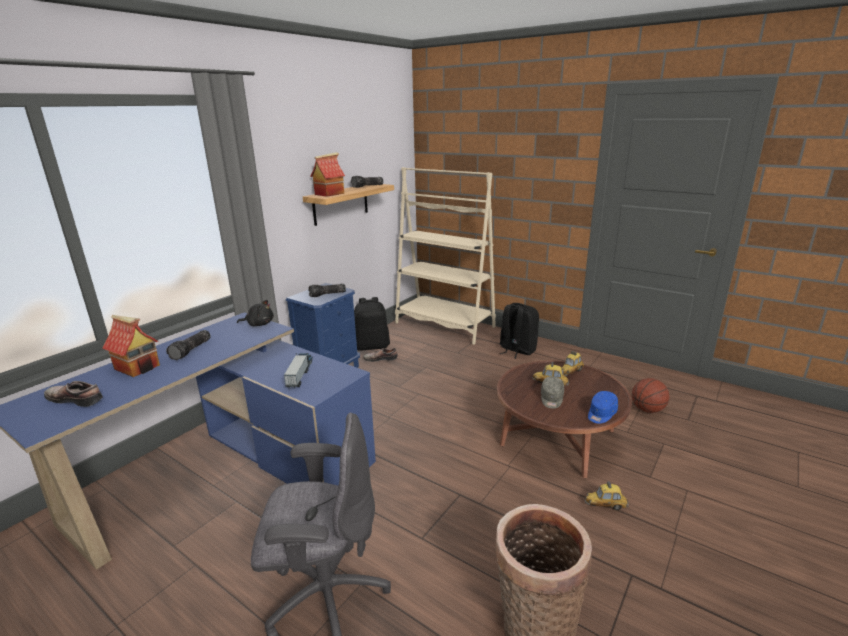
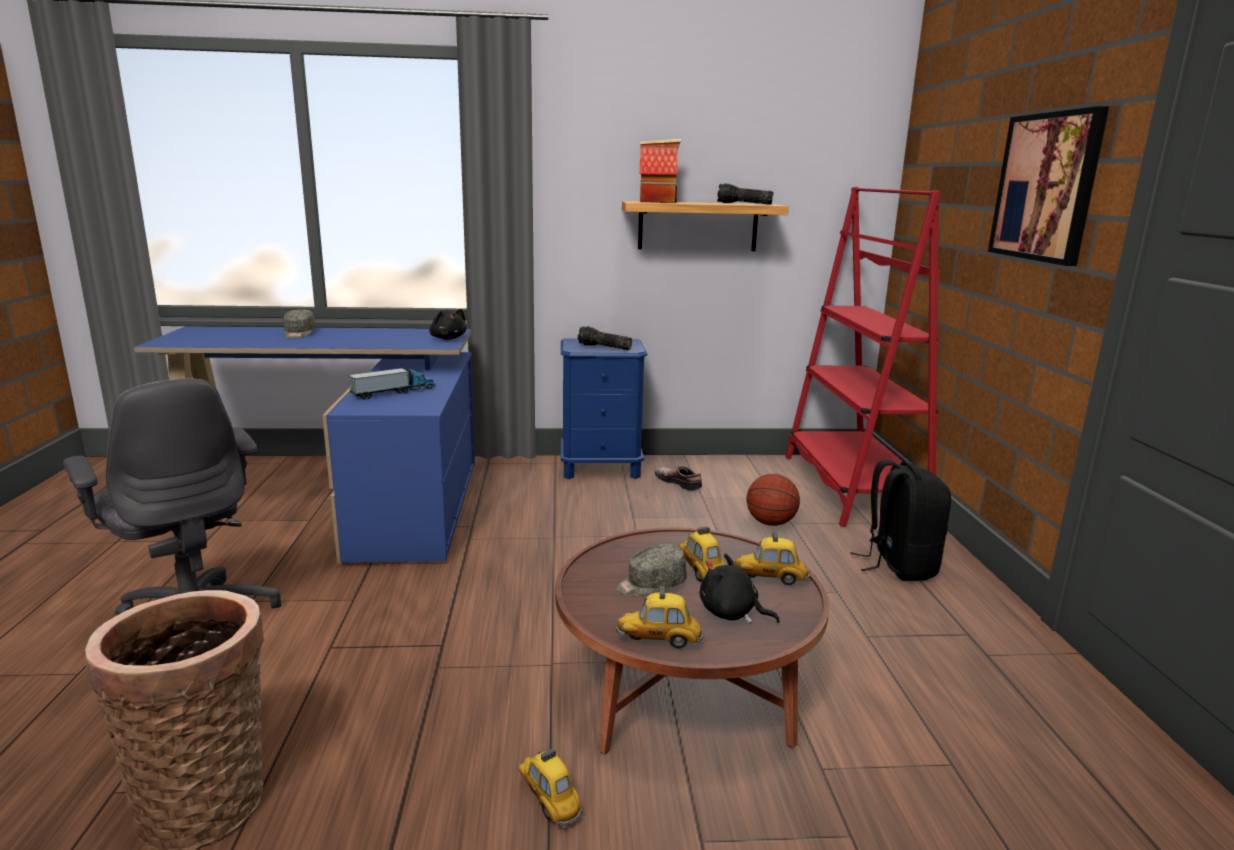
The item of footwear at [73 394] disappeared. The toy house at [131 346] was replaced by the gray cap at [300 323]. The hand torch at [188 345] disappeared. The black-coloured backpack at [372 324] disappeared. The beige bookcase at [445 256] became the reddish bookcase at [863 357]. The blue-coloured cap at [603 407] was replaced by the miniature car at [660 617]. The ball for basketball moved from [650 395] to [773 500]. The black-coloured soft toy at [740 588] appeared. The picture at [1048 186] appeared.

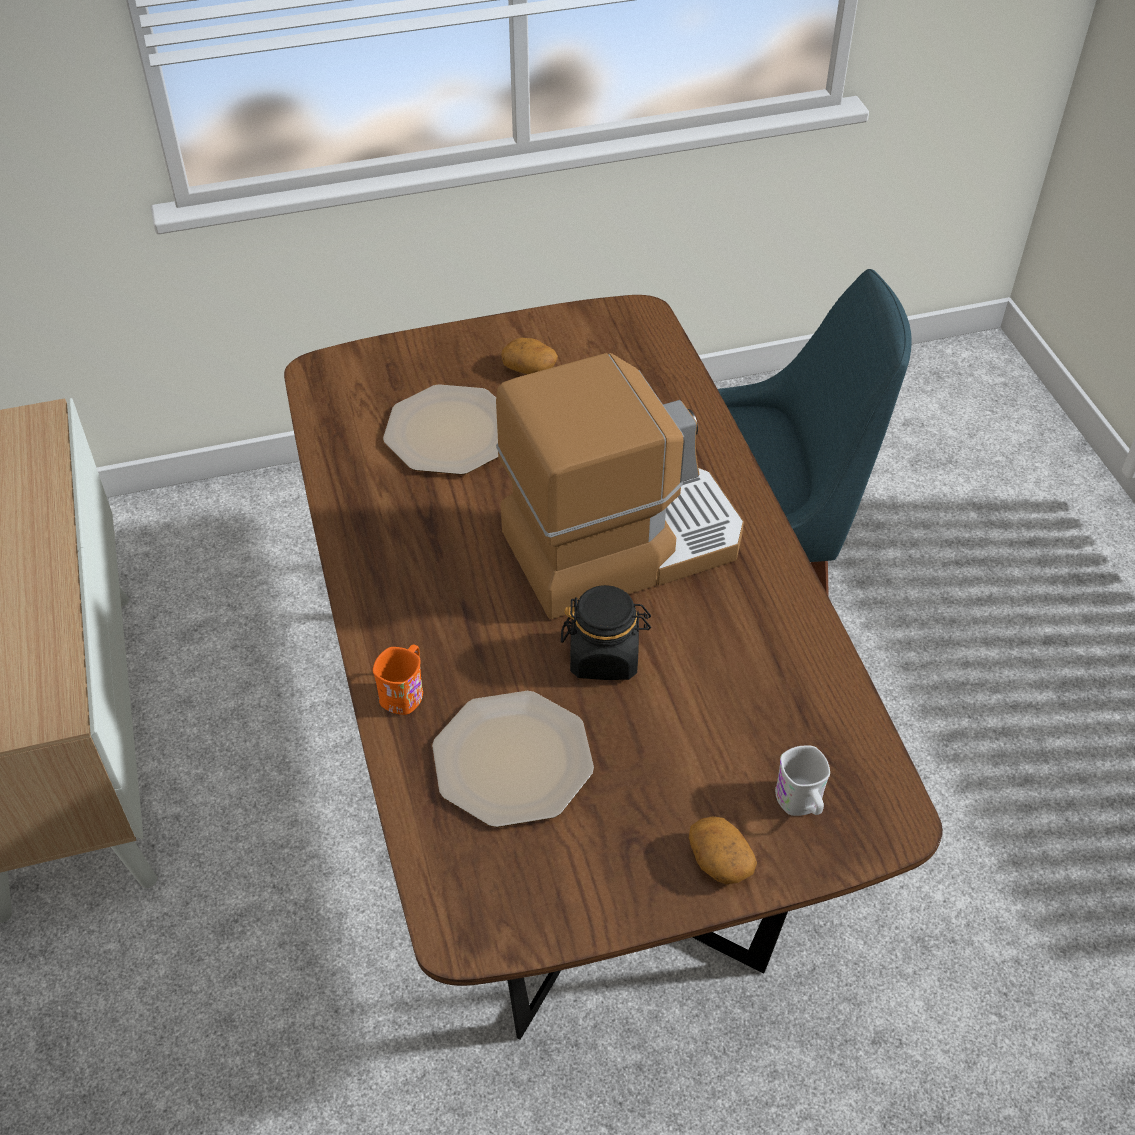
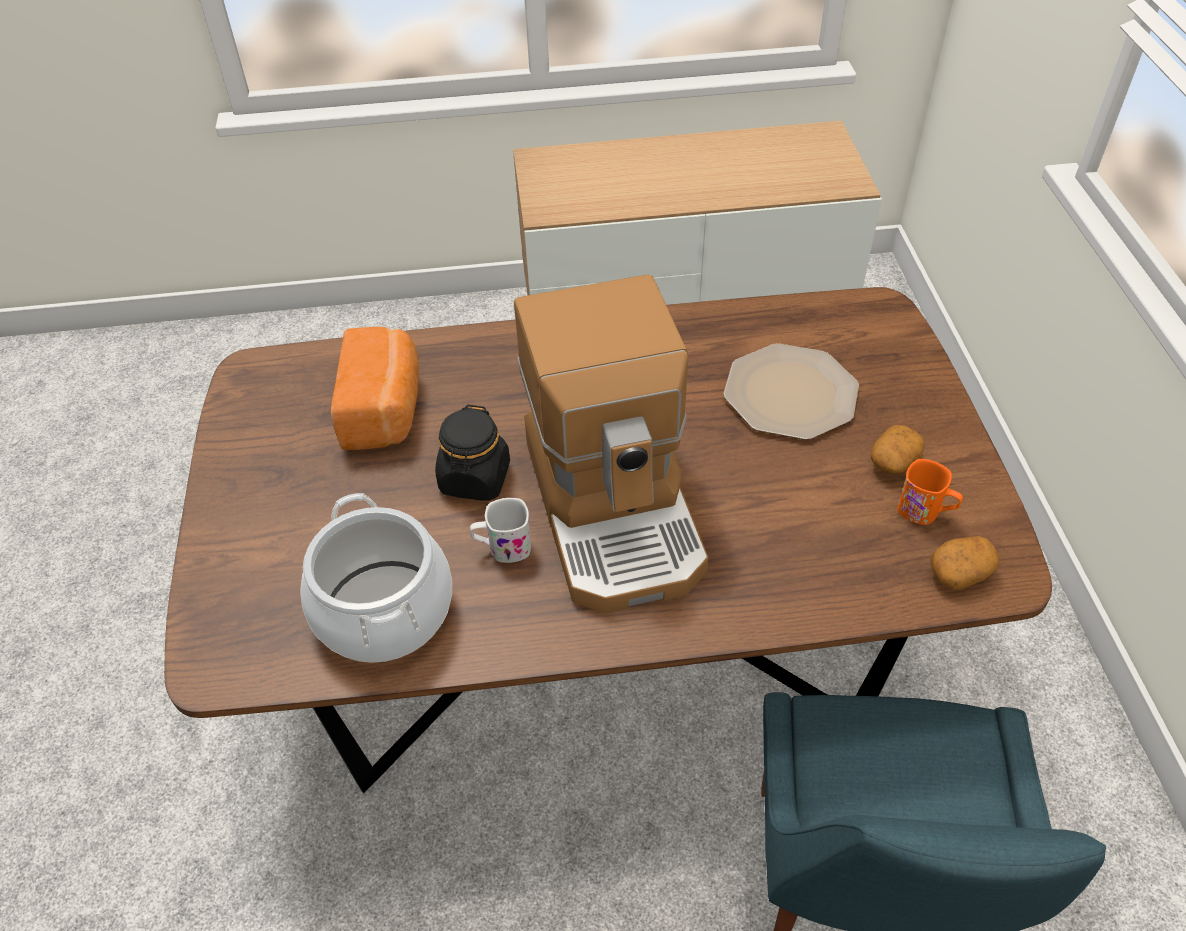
The orange tea mug moved from [398 679] to [930 492]. The flat dish at [513 759] was replaced by the baked bread at [375 388]. The spud moved from [723 850] to [964 563]. The white tea mug moved from [802 780] to [500 530]. The stockpot at [376 578] appeared.

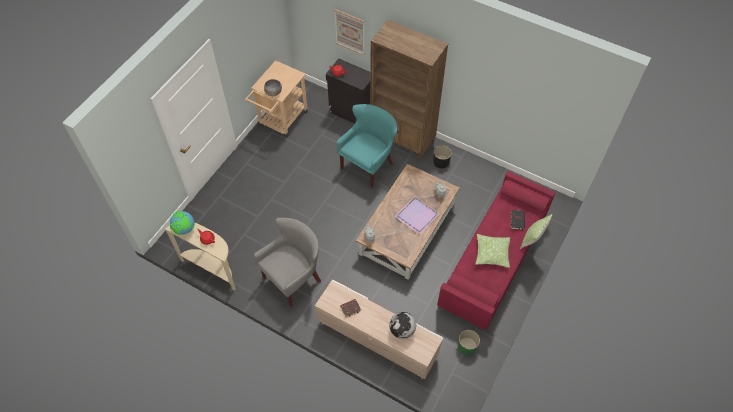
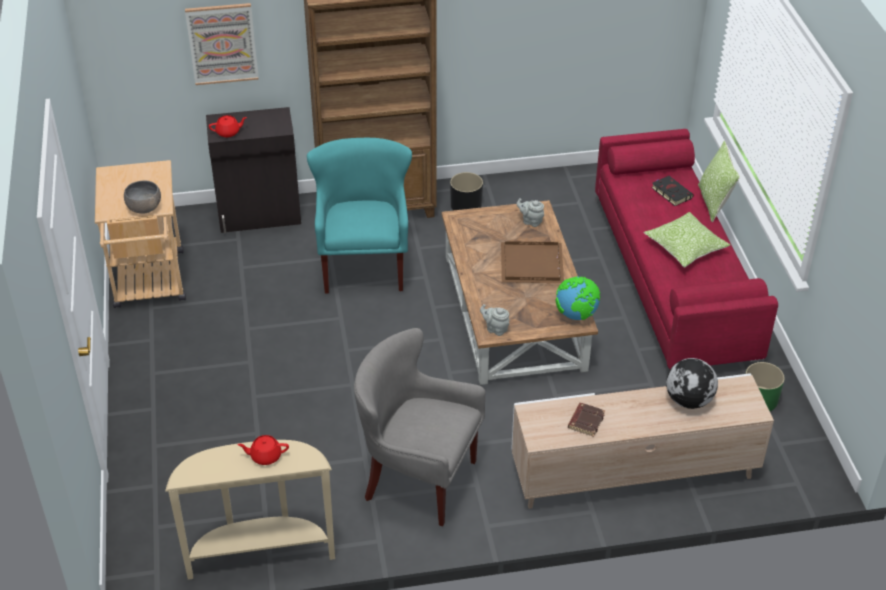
The desk globe moved from [182 223] to [577 298]. The gray easy chair at [287 262] turned 75 degrees counterclockwise. The purple serving tray at [417 215] became the brownish serving tray at [532 262].

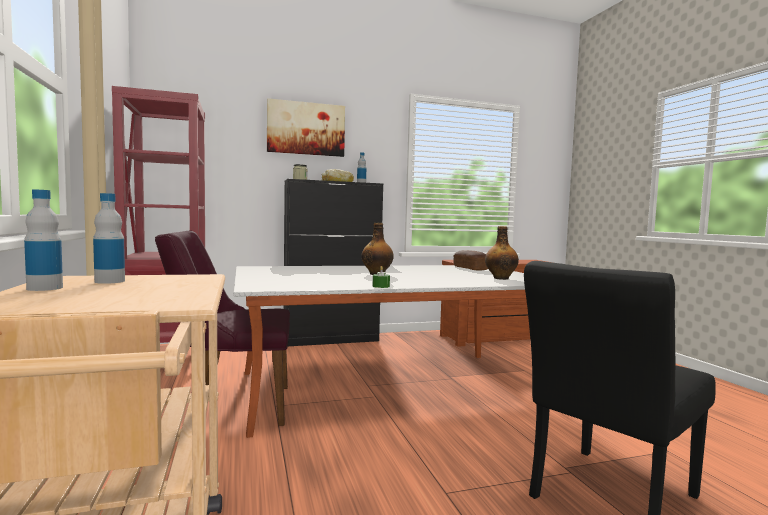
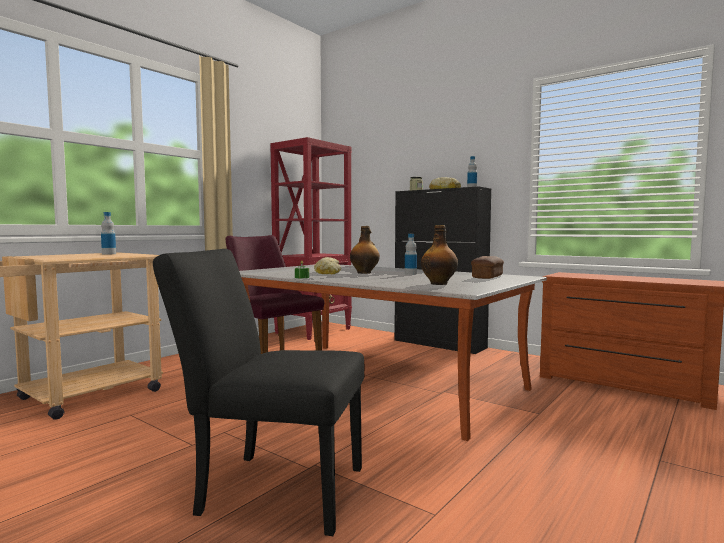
The beverage bottle moved from [43 240] to [411 254]. The picture at [306 127] disappeared. The baked bread at [327 265] appeared.

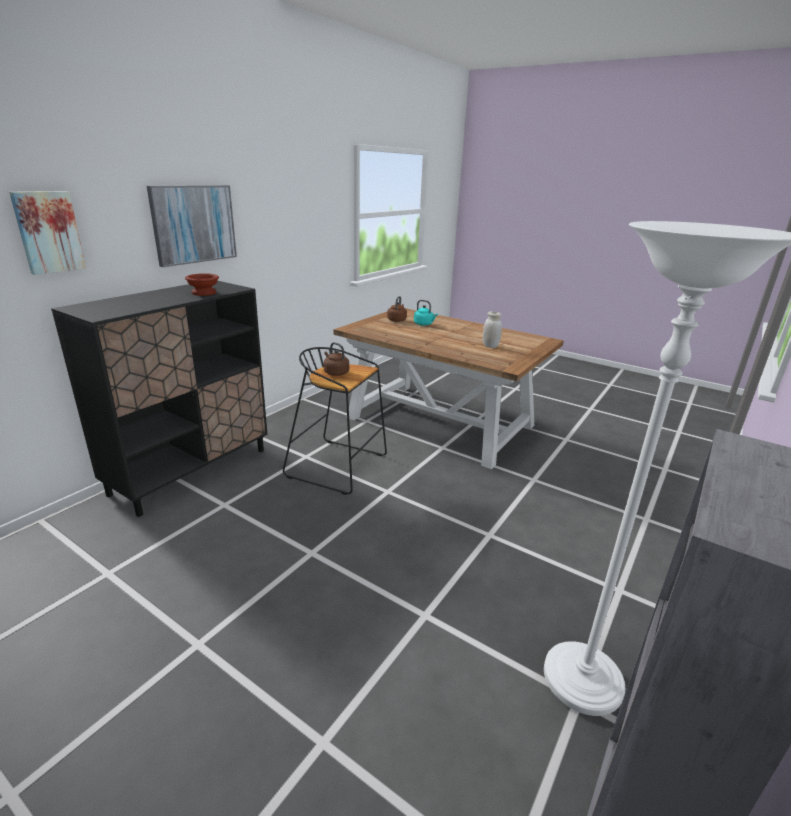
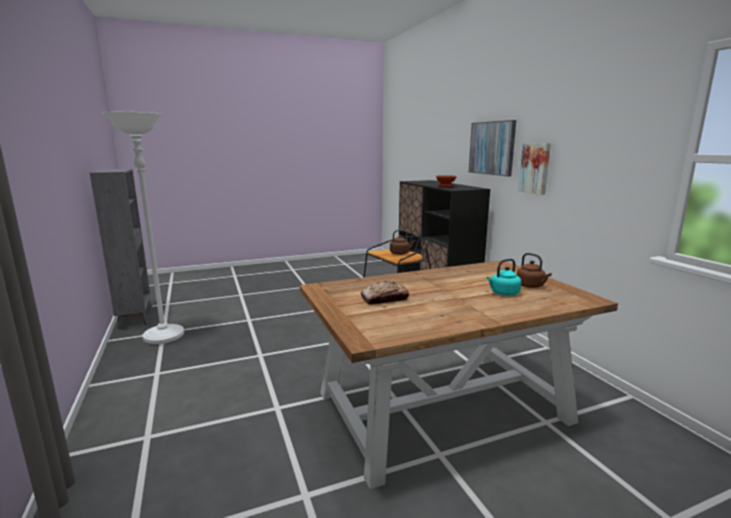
The picture moved from [47 233] to [534 169]. The white storage jar at [492 329] was replaced by the baked bread at [385 293].

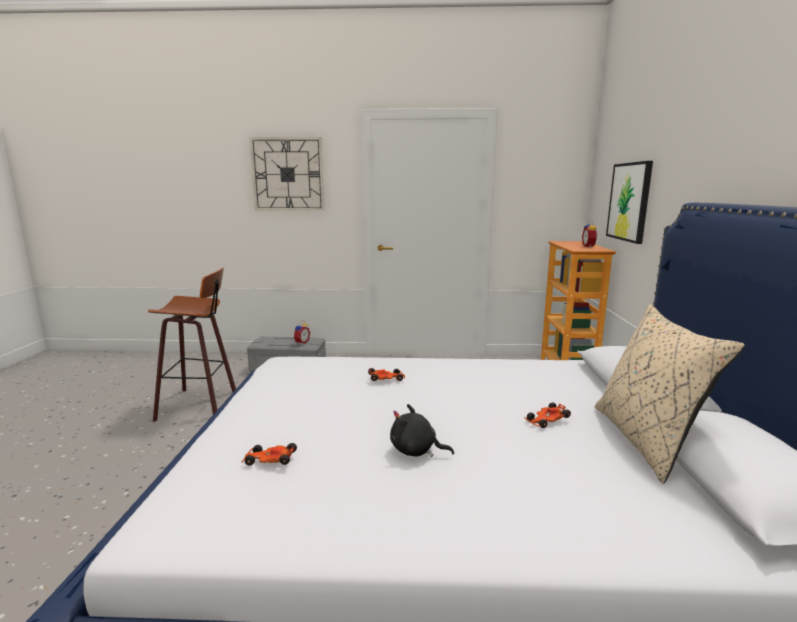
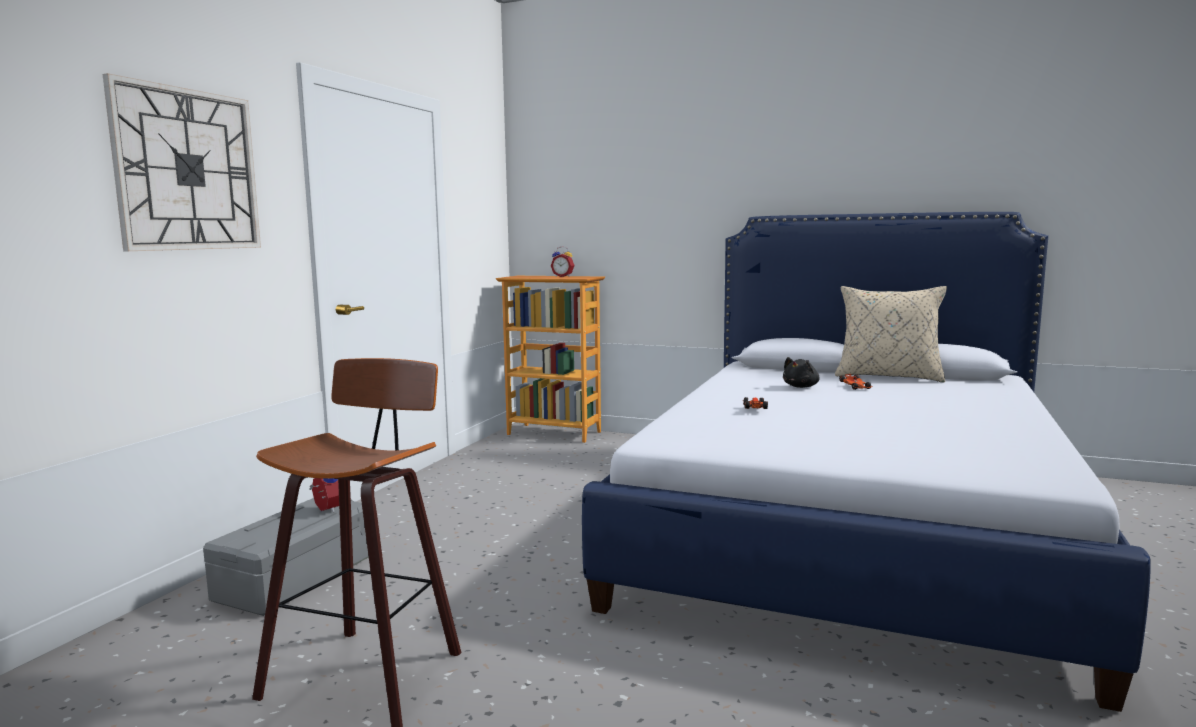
The miniature car at [269 454] disappeared. The black-coloured soft toy moved from [422 430] to [801 372]. The picture at [629 202] disappeared.

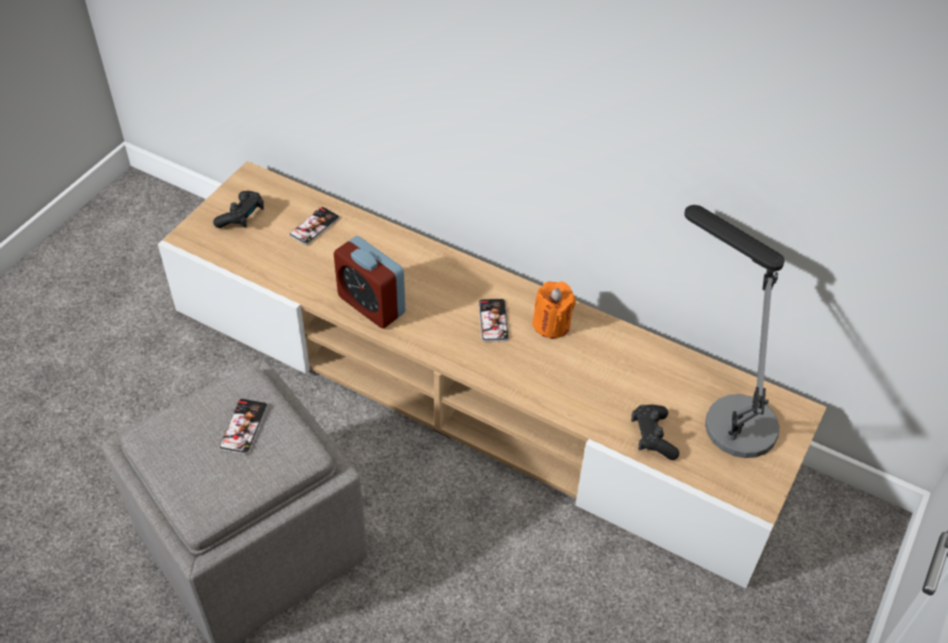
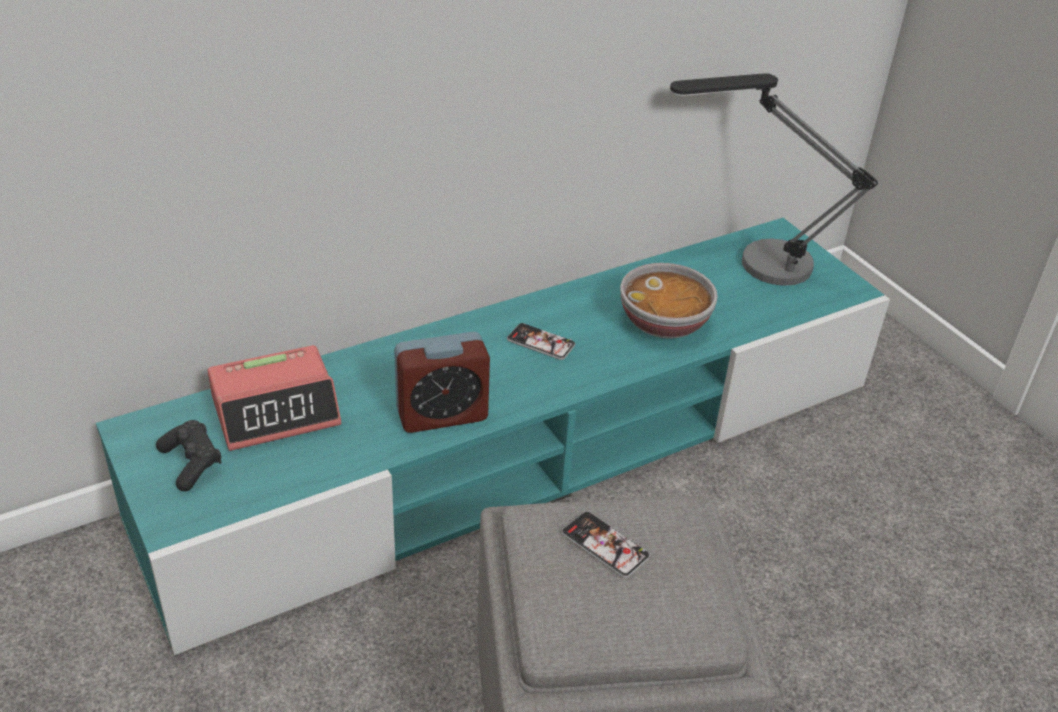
The beige tv unit at [492 374] became the turquoise tv unit at [493 436]. The phone at [314 226] was replaced by the alarm clock at [274 398]. The orange wax candle at [554 310] disappeared. The black-coloured game controller at [655 432] disappeared. The serving bowl at [669 301] appeared.

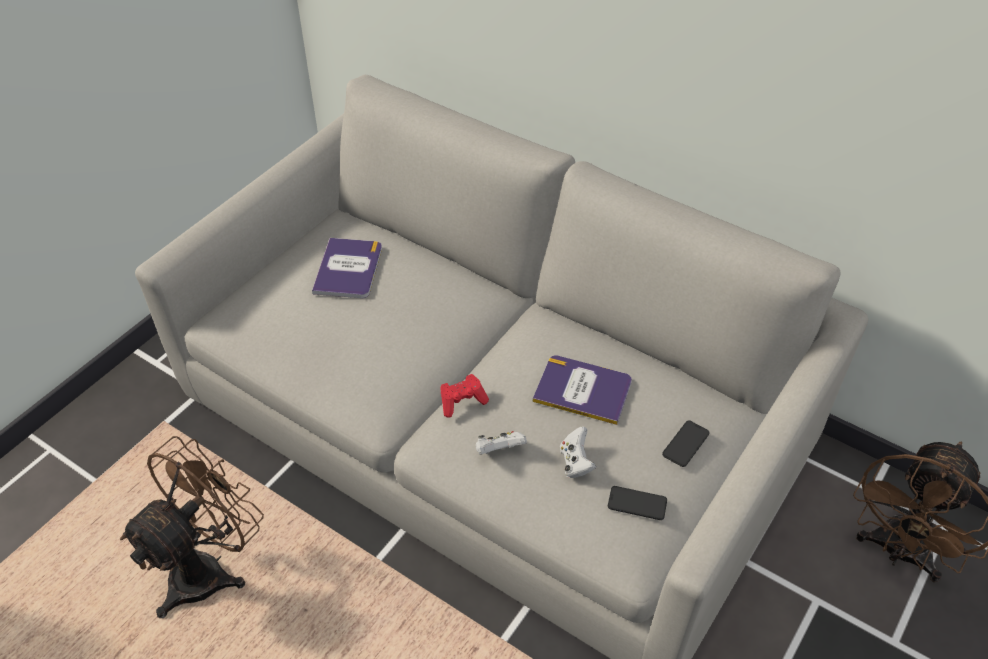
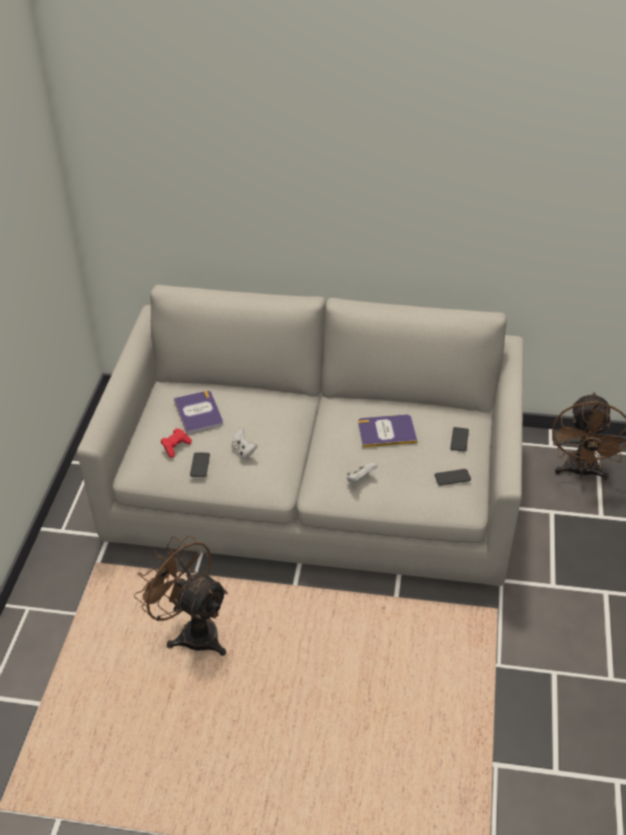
The brownish cooling fan at [192 527] turned 60 degrees counterclockwise. The reddish game controller moved from [464 396] to [176 443]. The white game controller moved from [578 452] to [244 444]. The phone at [200 464] appeared.

